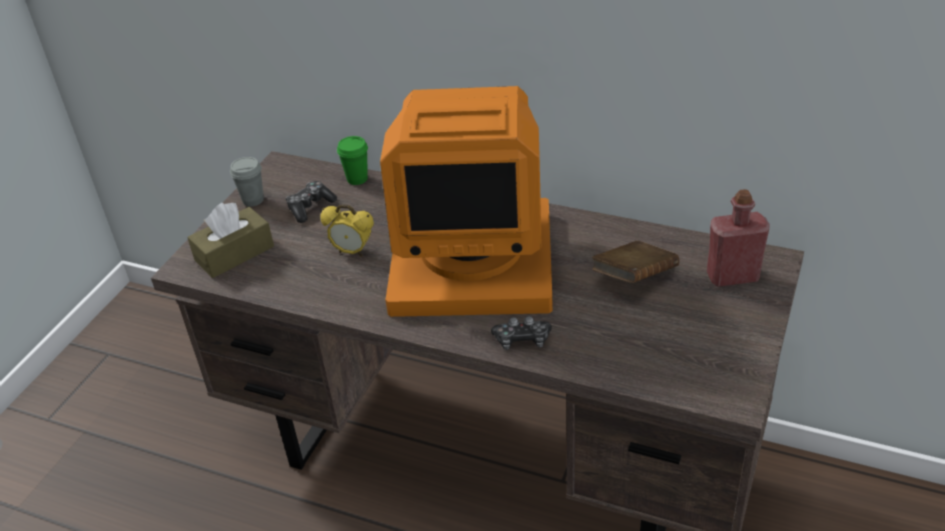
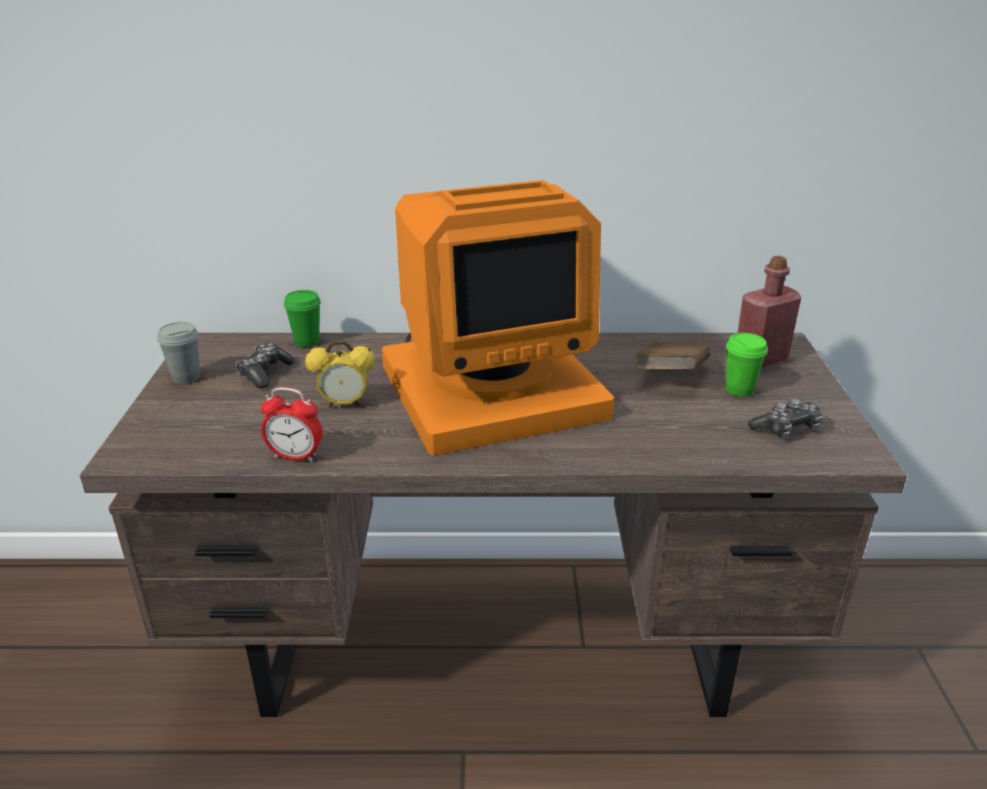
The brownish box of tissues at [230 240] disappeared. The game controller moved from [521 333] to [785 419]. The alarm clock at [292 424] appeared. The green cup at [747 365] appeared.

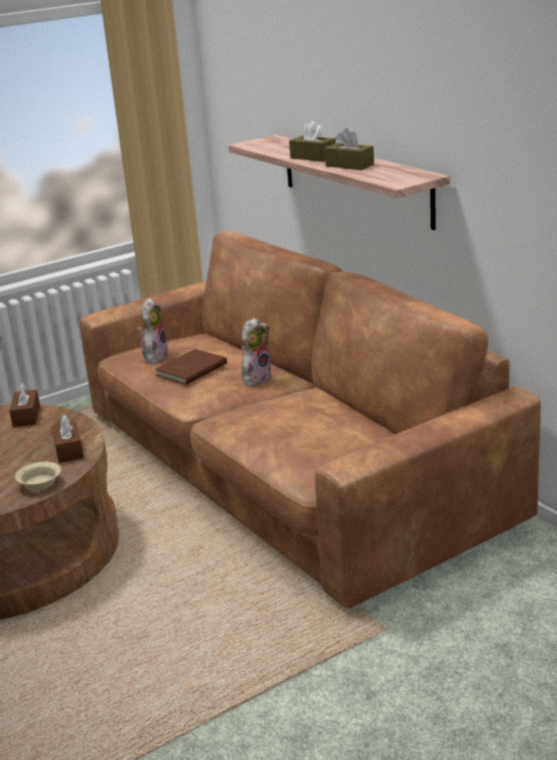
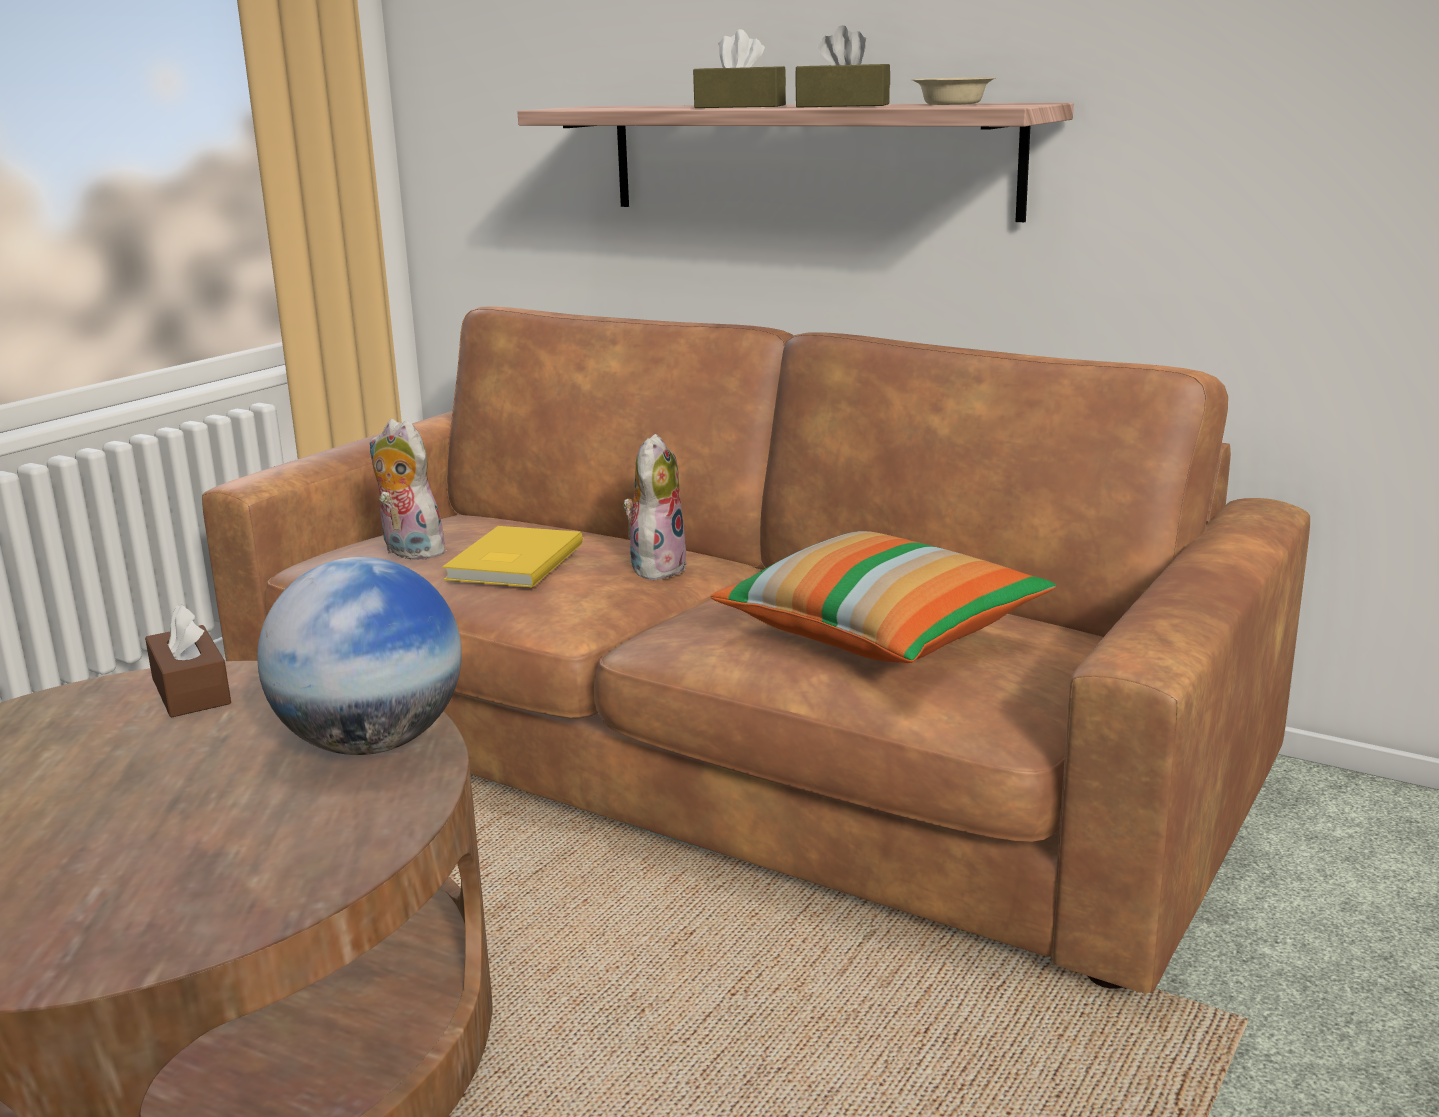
The beige serving bowl moved from [38 476] to [954 91]. The brownish box of tissues at [68 439] was replaced by the desk globe at [359 656]. The soft toy at [153 330] turned 45 degrees counterclockwise. The brownish volume at [191 367] became the yellow-coloured volume at [512 557]. The pillow at [883 597] appeared.

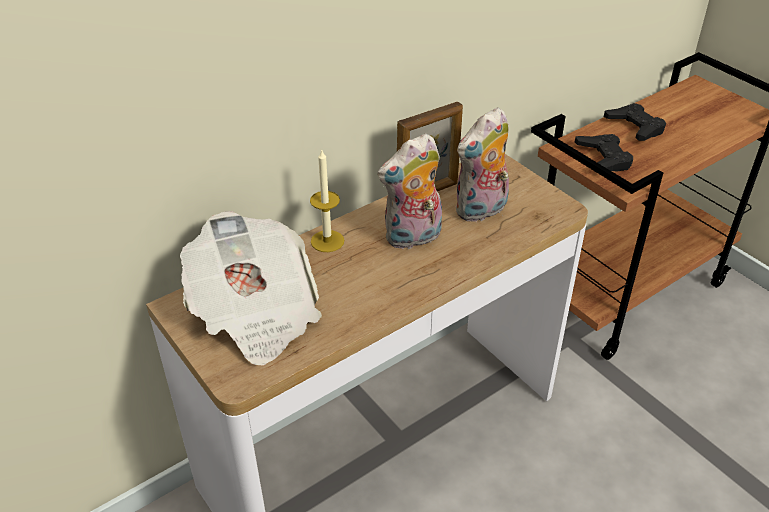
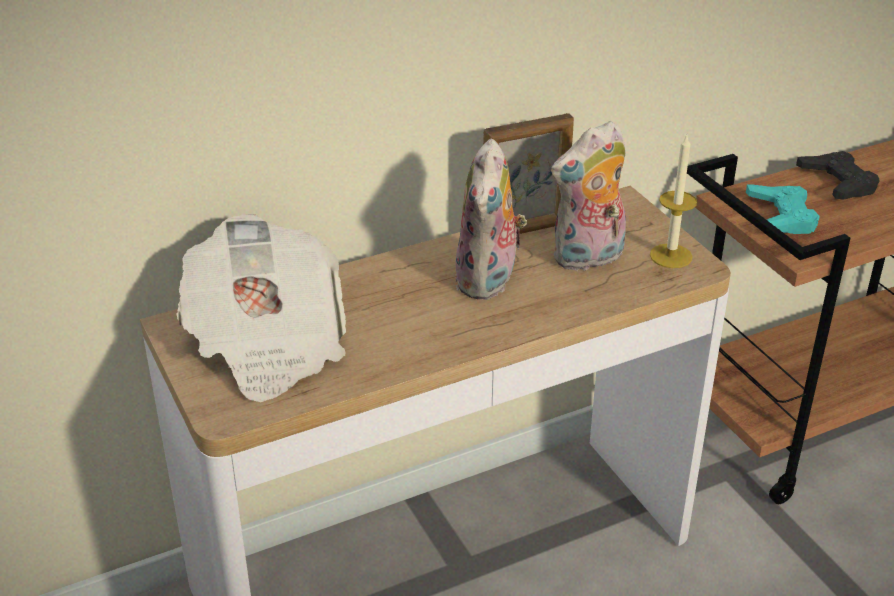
The wax candle moved from [327 201] to [673 201]. The soft toy at [409 191] turned 60 degrees counterclockwise. The black-coloured game controller at [604 152] became the turquoise game controller at [783 209].

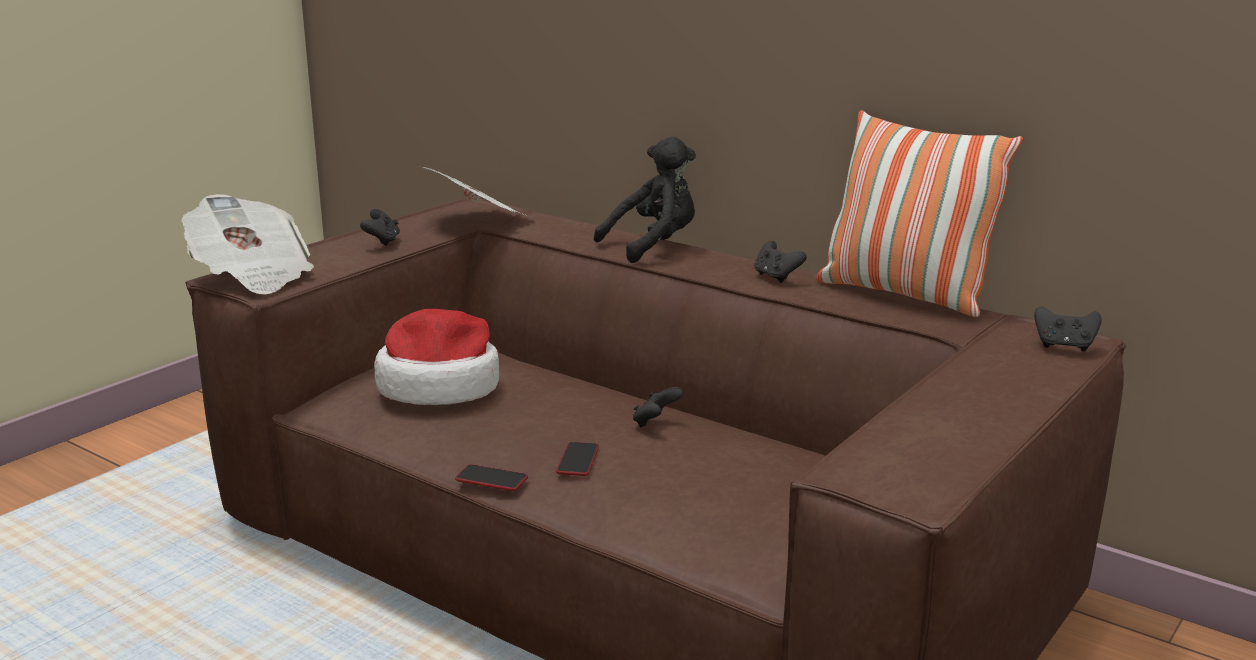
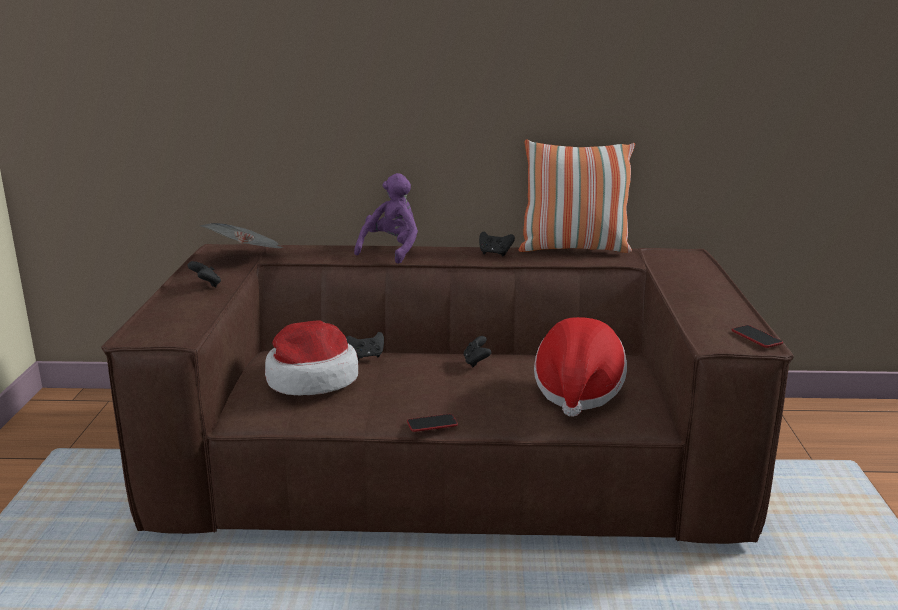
The newspaper at [248 244] disappeared. The phone moved from [577 459] to [757 336]. The black-coloured soft toy at [645 200] became the purple soft toy at [386 218]. The black-coloured game controller moved from [1068 329] to [365 346]. The wearable hat at [580 367] appeared.

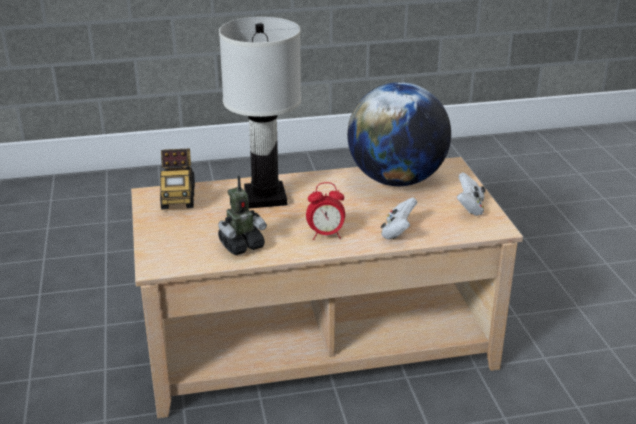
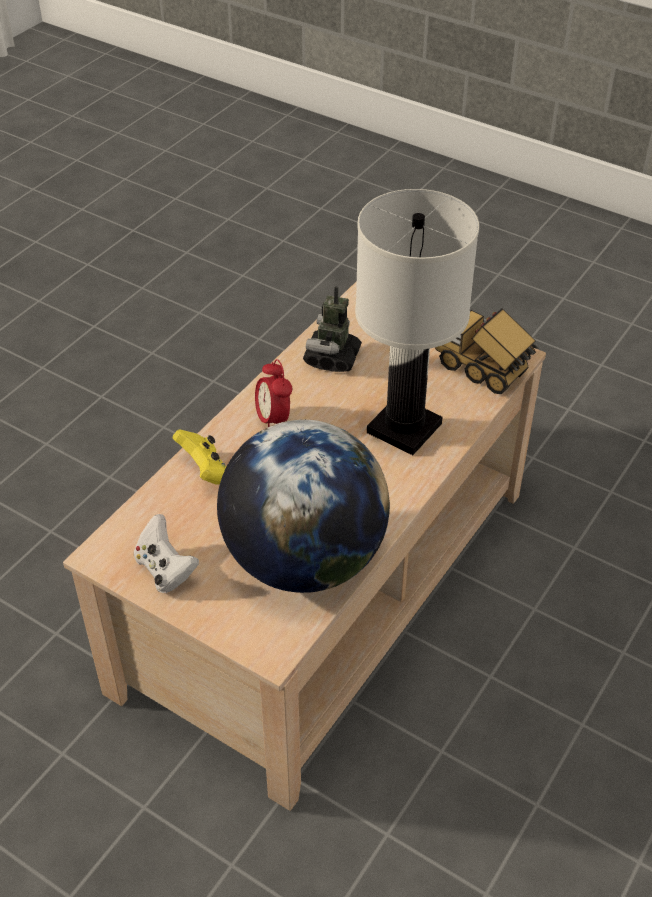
The alarm clock at [325 211] turned 60 degrees counterclockwise. The white game controller at [399 218] became the yellow-coloured game controller at [200 457].

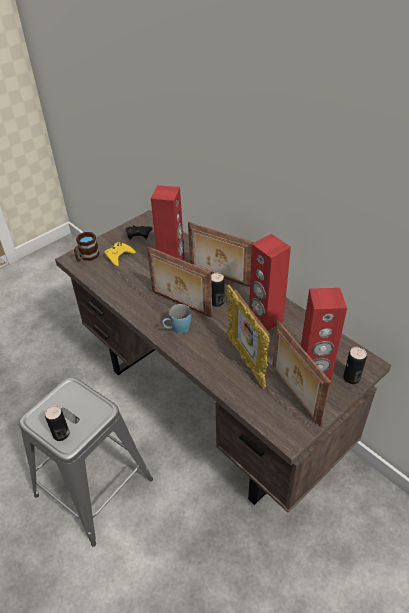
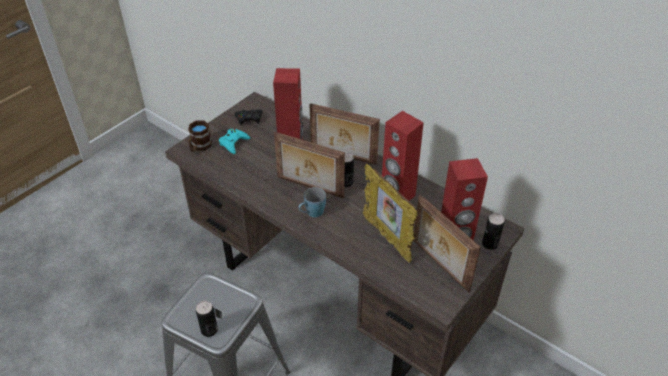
The yellow-coloured game controller at [120 254] became the turquoise game controller at [234 141].

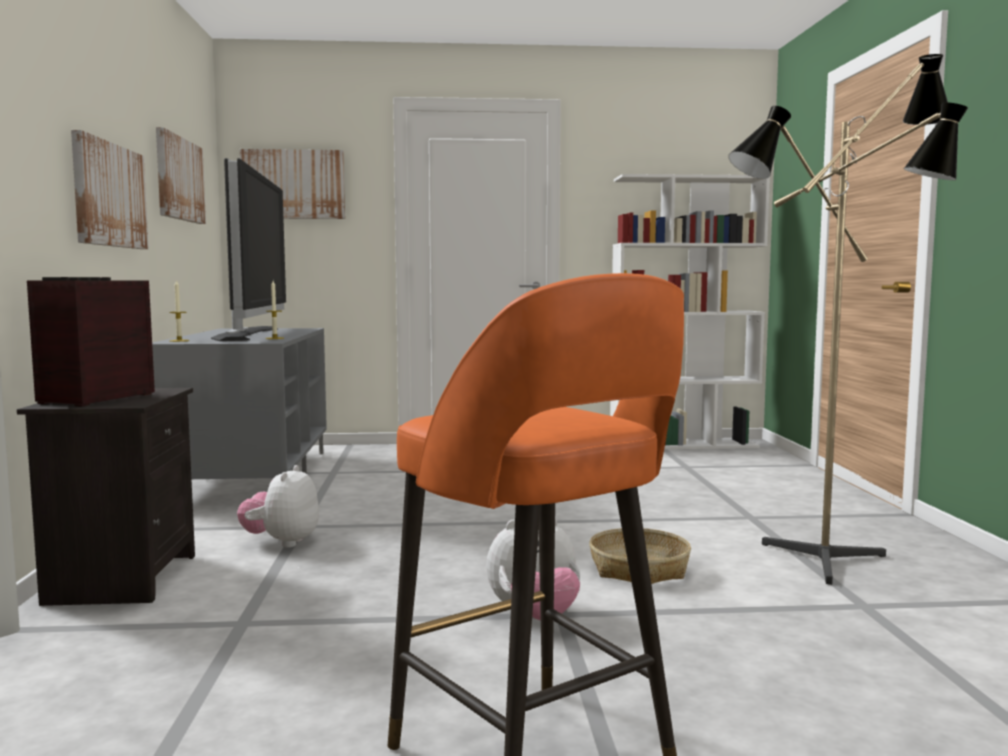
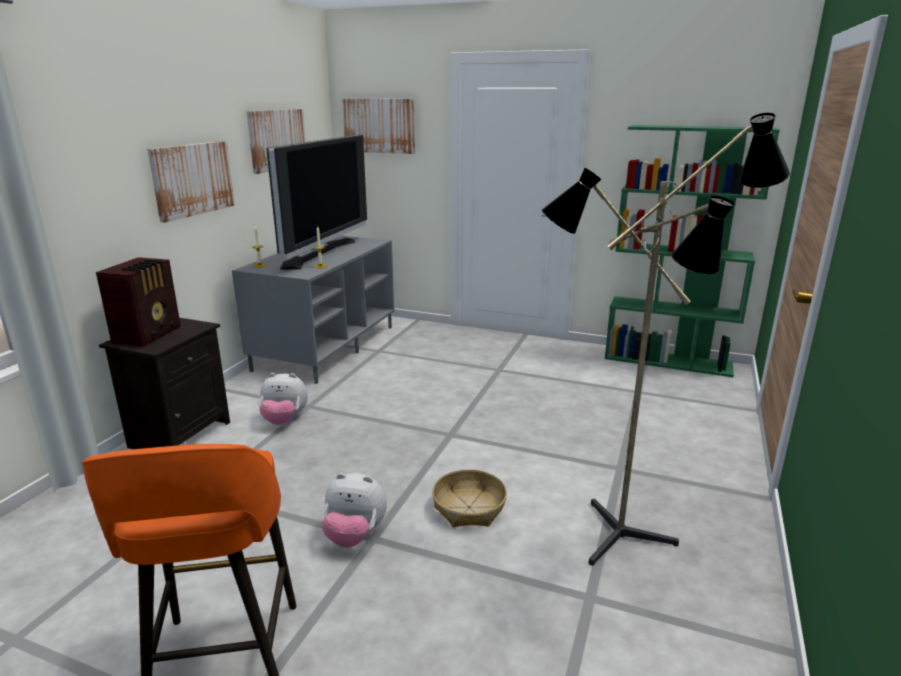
The radio set at [90 342] turned 150 degrees clockwise. The soft toy at [278 506] turned 120 degrees counterclockwise. The white bookcase at [690 311] became the green bookcase at [692 251].

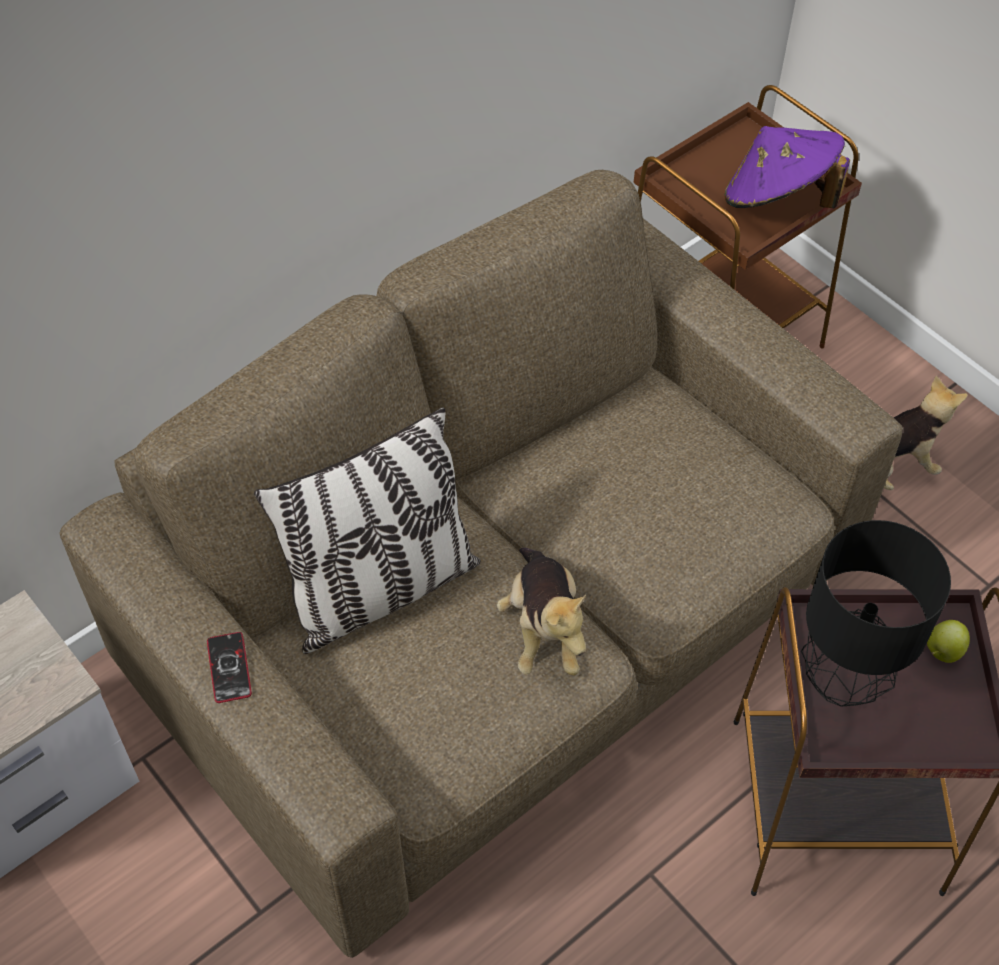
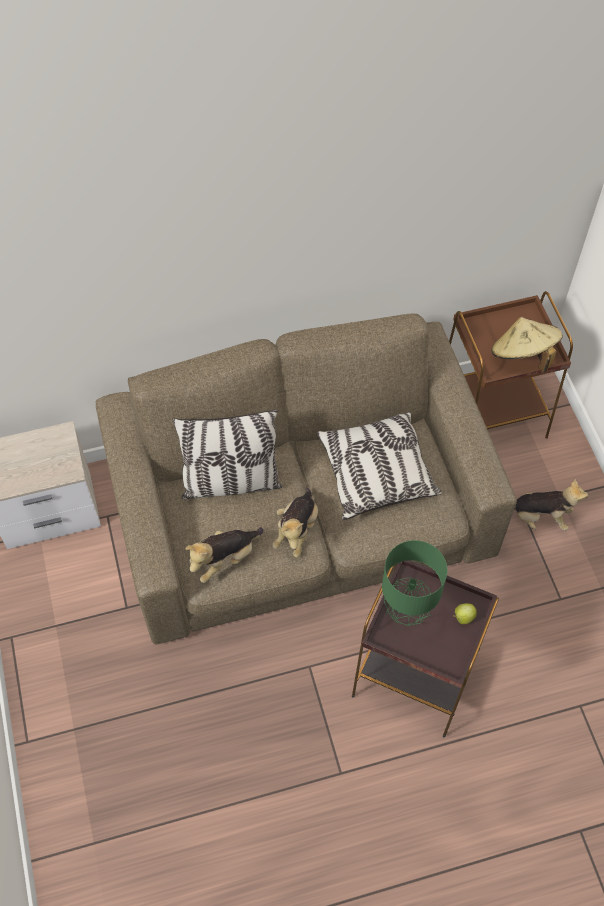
The phone at [229 667] disappeared. The purple wearable hat at [787 167] became the beige wearable hat at [527 344]. The black-coloured table lamp at [876 613] became the green table lamp at [414 583]. The soft toy at [224 555] appeared. The pillow at [379 465] appeared.

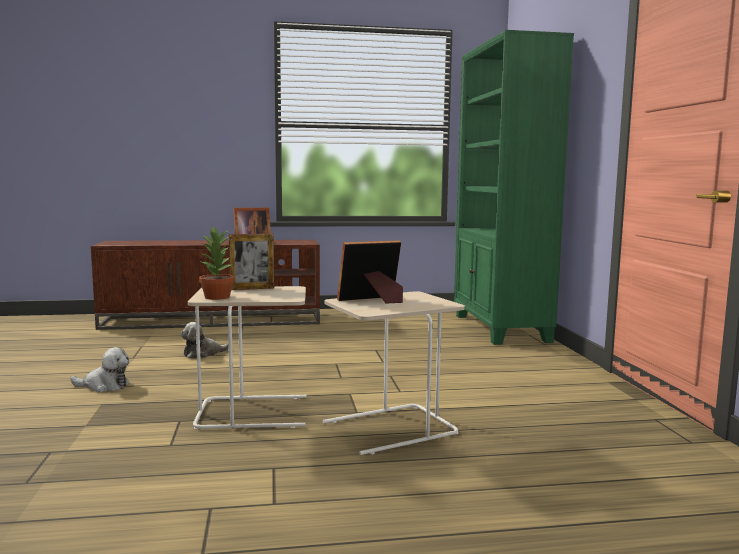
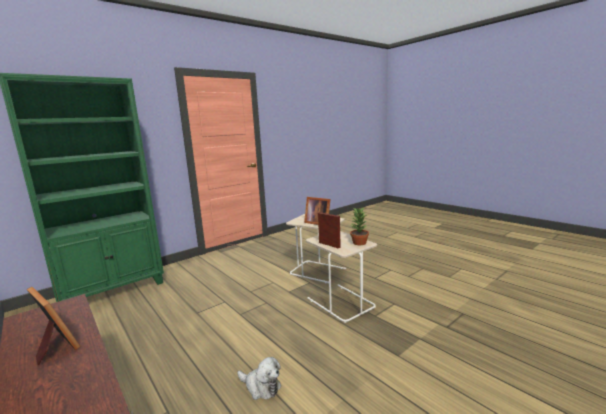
The soft toy at [99 369] disappeared.

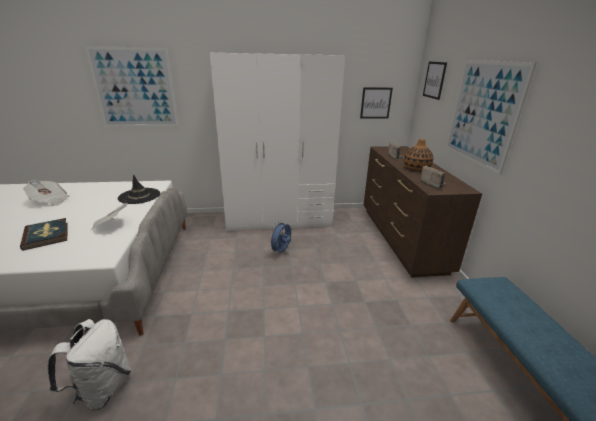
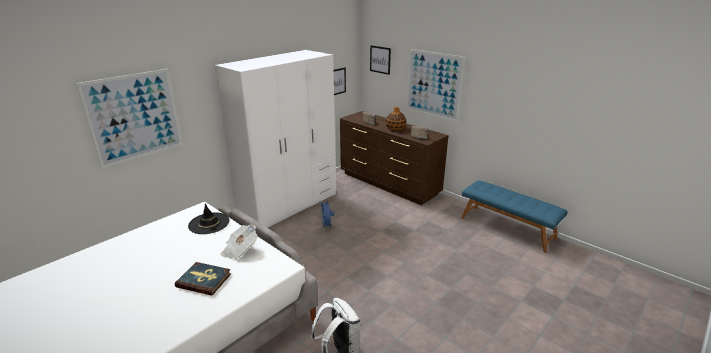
The newspaper at [46 193] disappeared.

